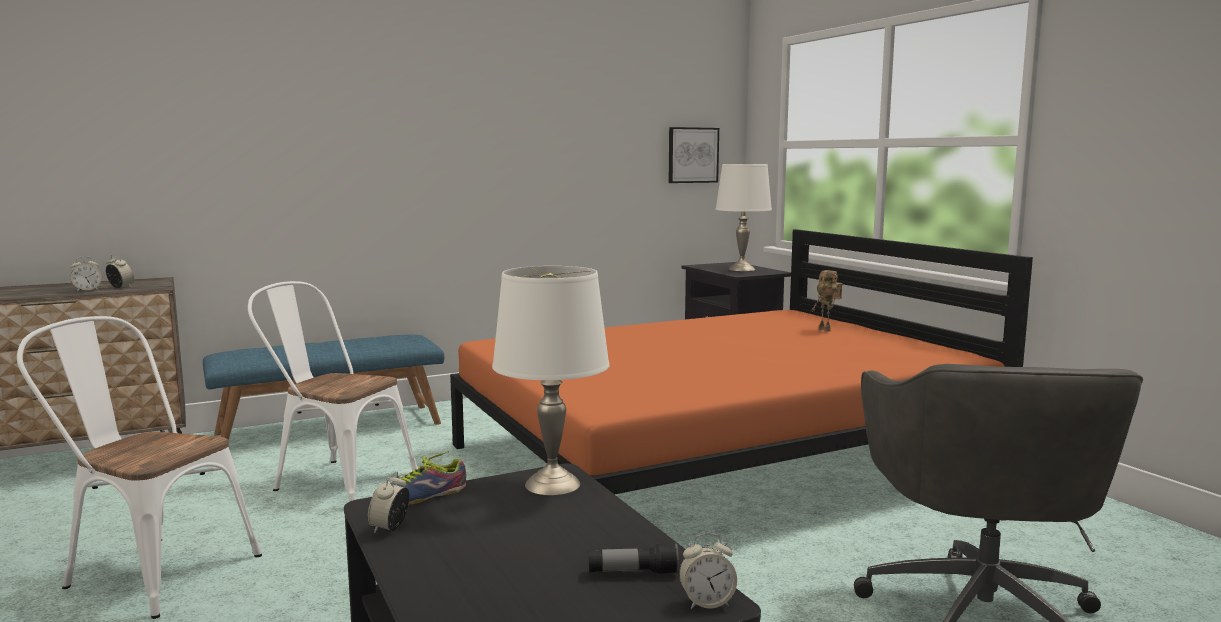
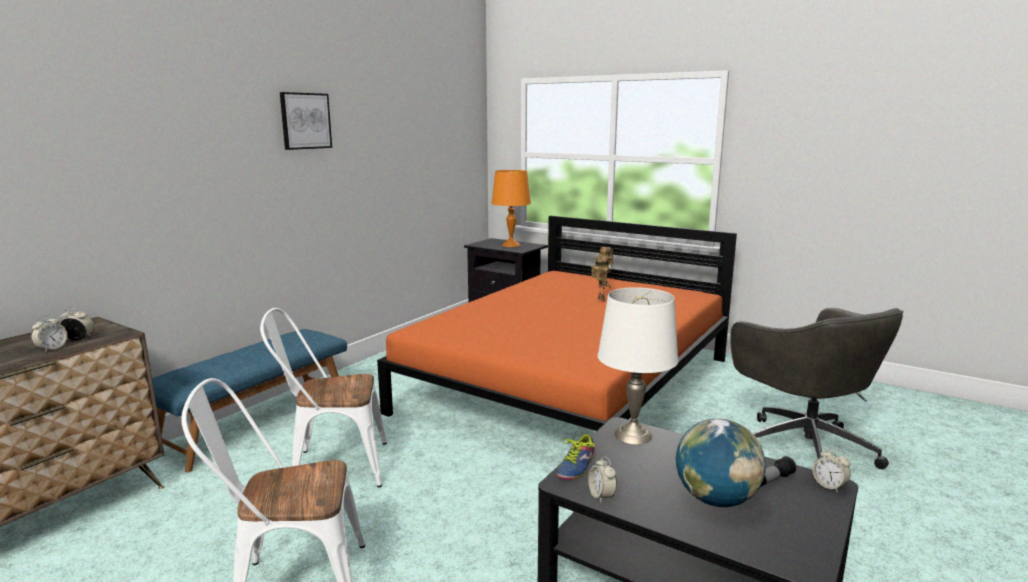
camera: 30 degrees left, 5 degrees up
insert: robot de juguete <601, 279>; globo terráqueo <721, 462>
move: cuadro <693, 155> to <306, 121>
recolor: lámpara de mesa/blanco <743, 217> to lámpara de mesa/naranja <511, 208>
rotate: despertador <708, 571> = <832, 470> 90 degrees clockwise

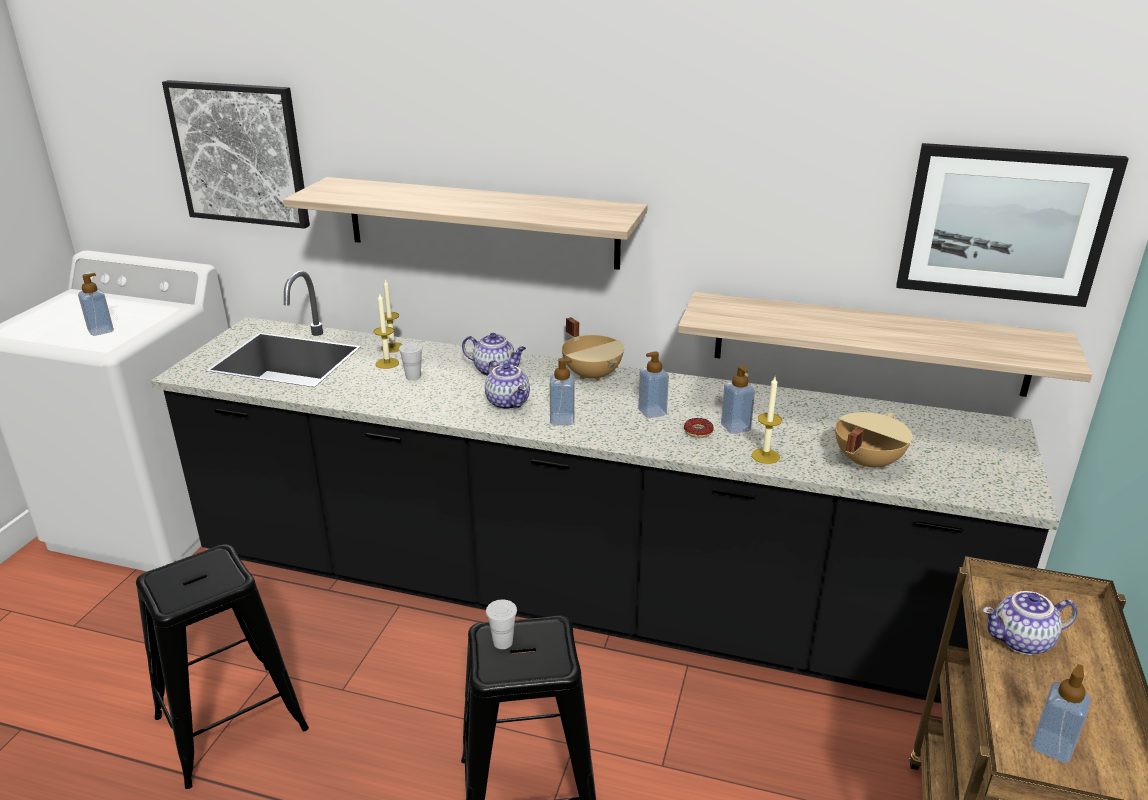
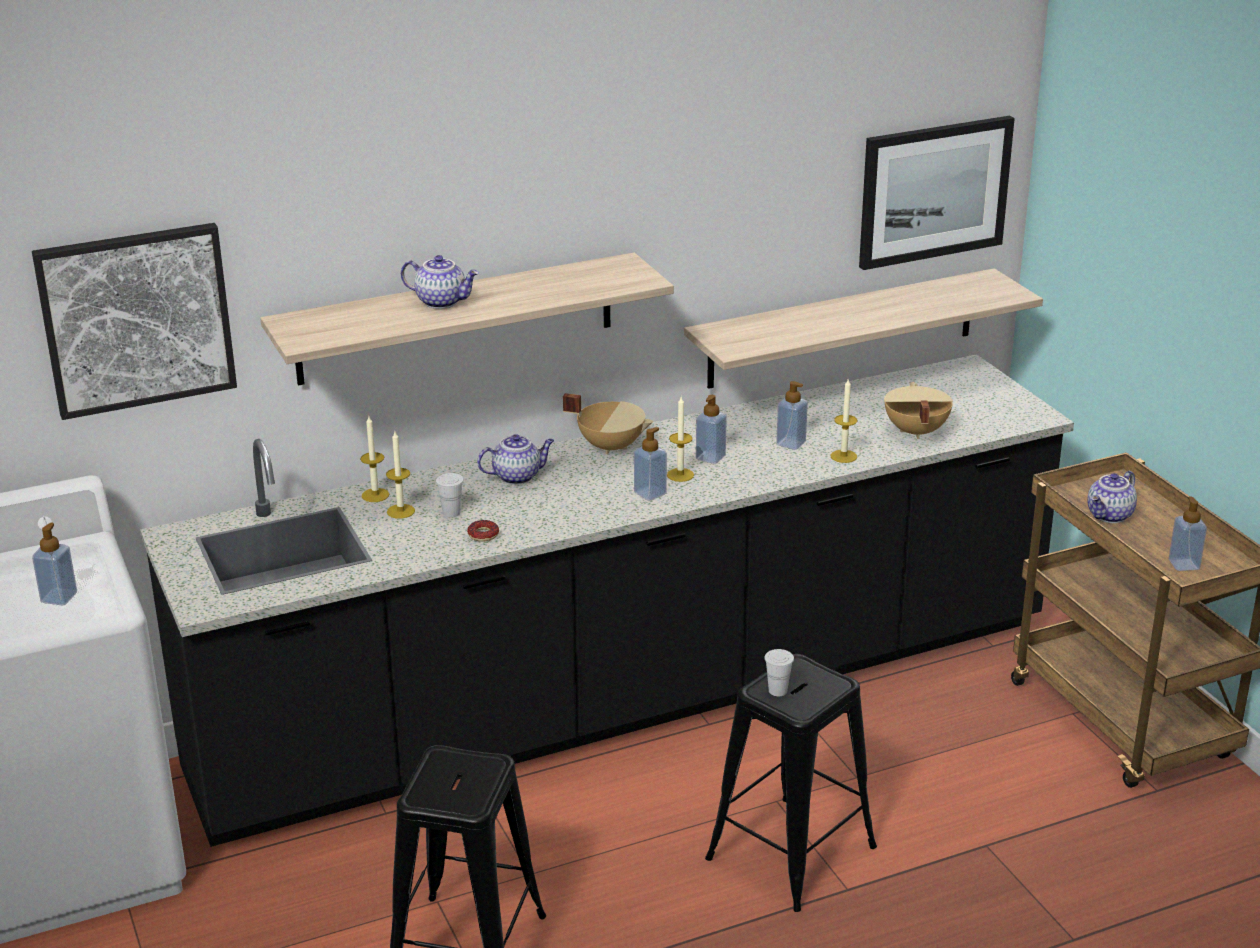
camera: 40 degrees left, 0 degrees up
insert: vela <680, 439>
move: tetera <507, 385> to <440, 282>; rosquilla <699, 428> to <483, 531>

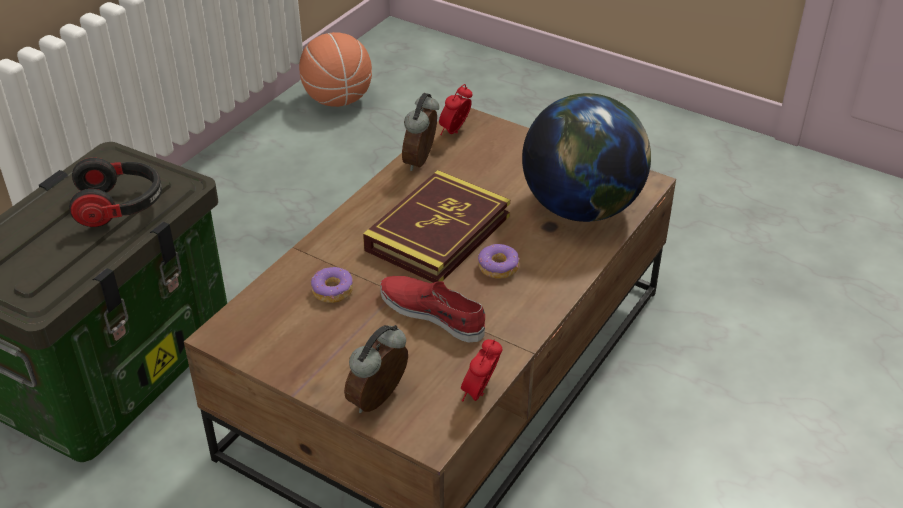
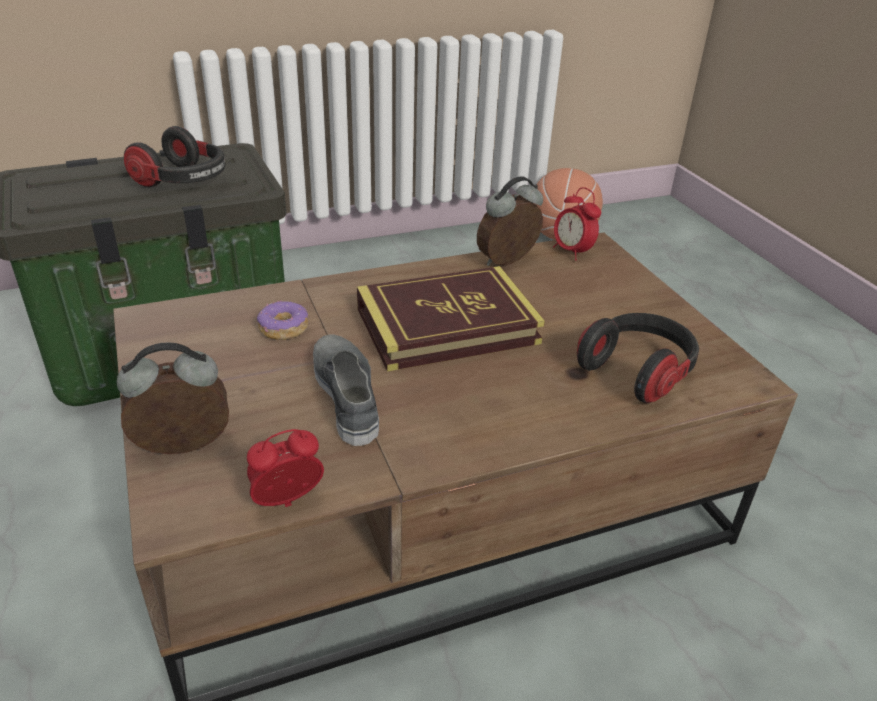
camera: 35 degrees right, 5 degrees down
delete: rosquilla <498, 261>
replace: globo terráqueo <586, 157> to auriculares <638, 358>
recolor: zapato/rojo <432, 309> to zapato/gris <346, 390>
rotate: despertador <455, 109> = <577, 224> 105 degrees counterclockwise

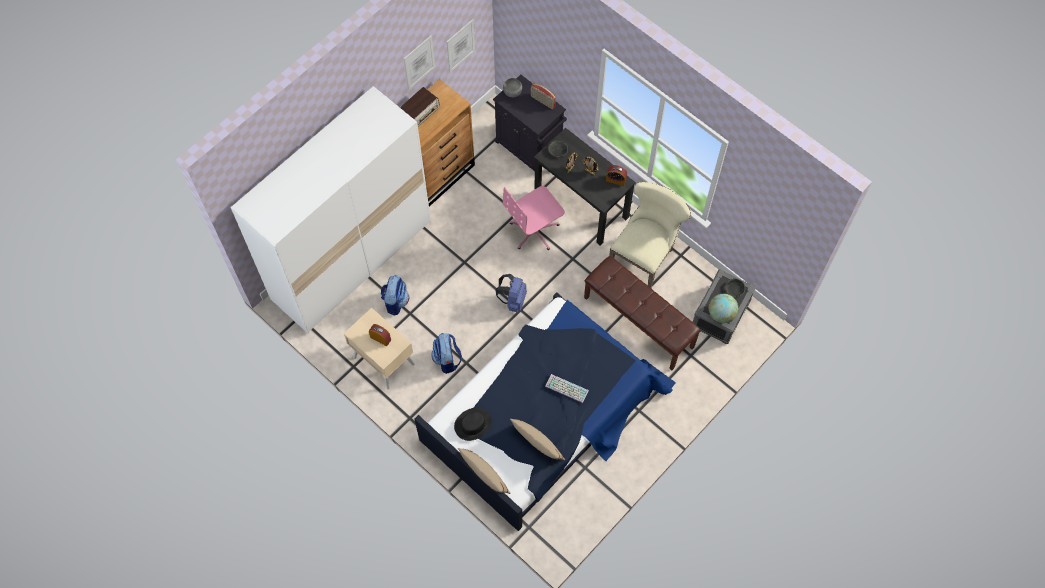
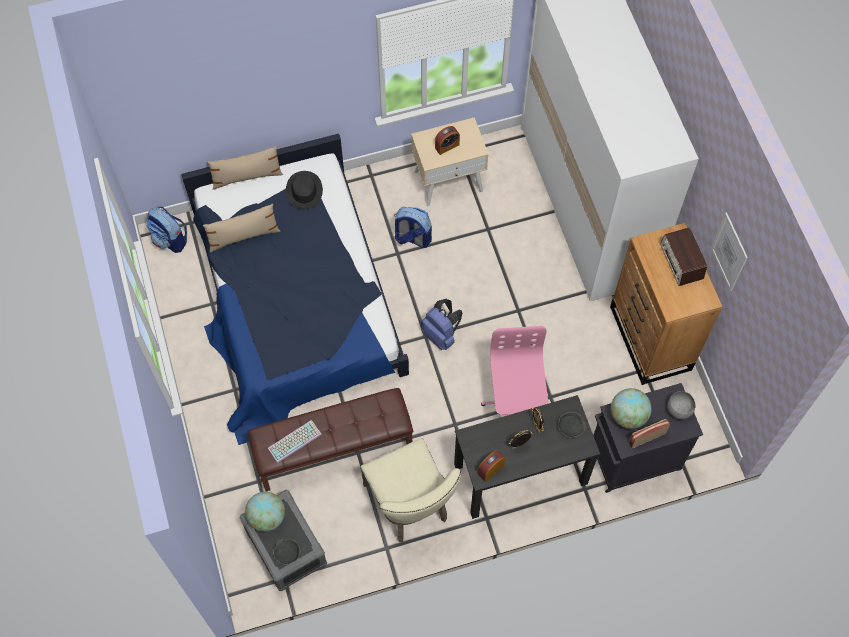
camera: 120 degrees right, 0 degrees up
delete: cuadro <461, 45>
insert: globo terráqueo <631, 408>
move: mochila <395, 295> to <167, 229>; teclado <567, 388> to <295, 441>

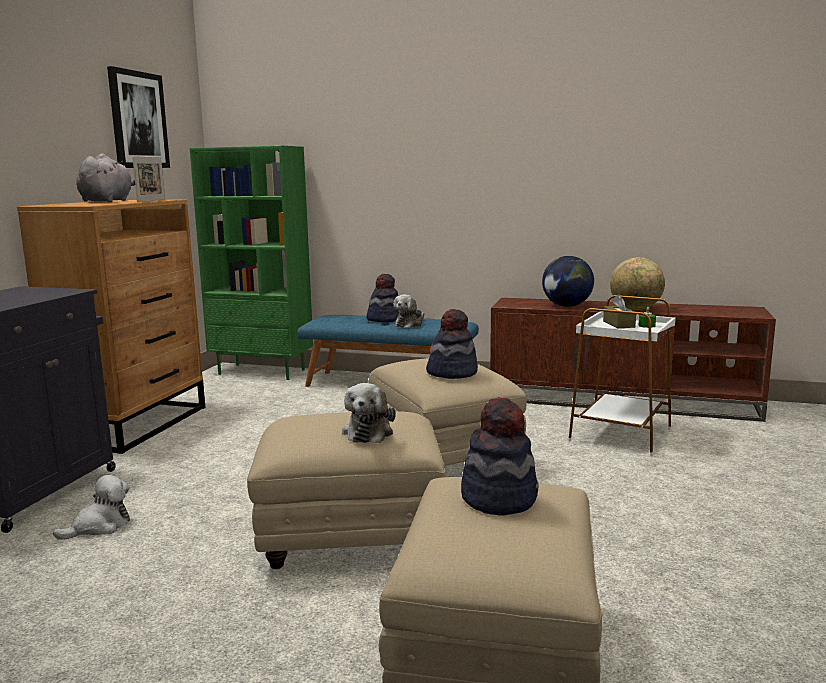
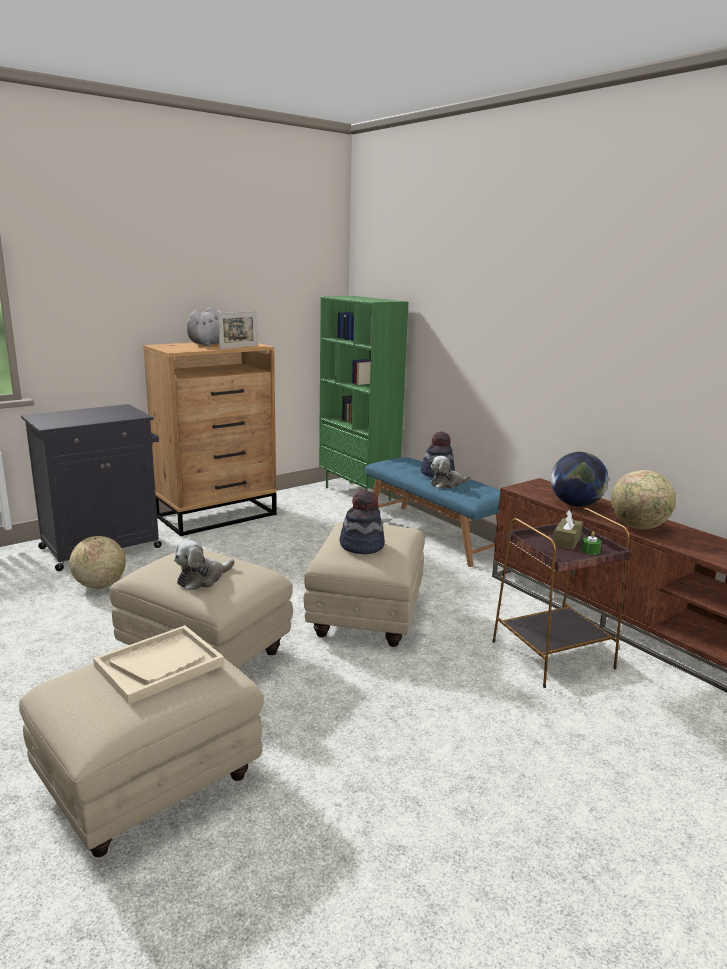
camera: 35 degrees right, 5 degrees up
delete: cuadro <138, 117>
replace: peluche <91, 507> to globo terráqueo <97, 562>; sombrero <499, 456> to bandeja/beis <158, 664>
recolor: mesa auxiliar/blanco <621, 375> to mesa auxiliar/marrón <561, 598>

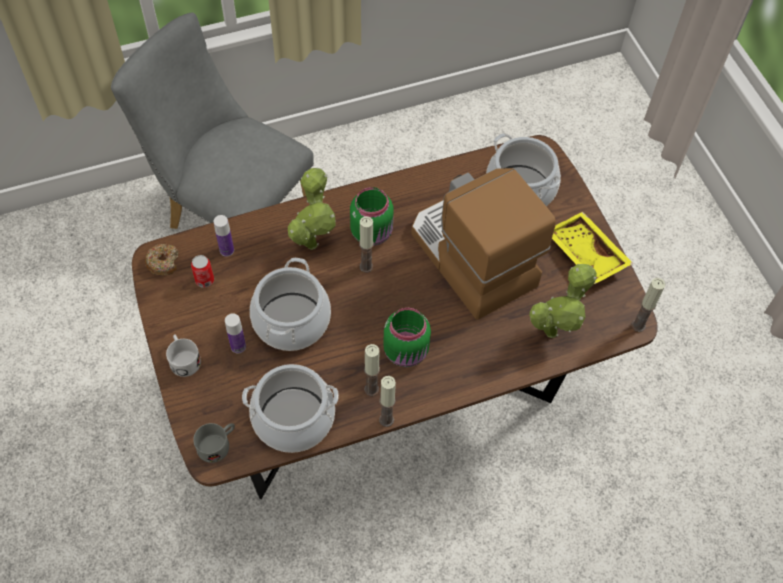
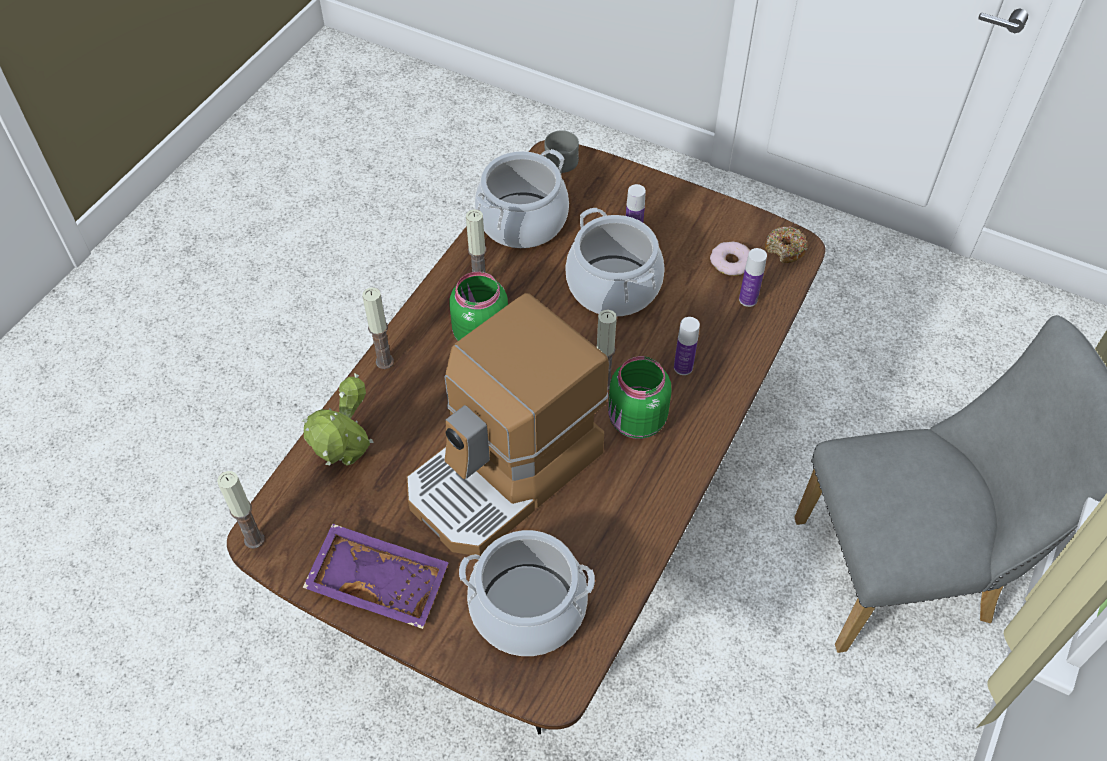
camera: 140 degrees right, 5 degrees down
delete: taza grande/blanco <183, 356>
move: vela <387, 401> to <378, 328>
replace: planta en maceta <312, 209> to botella <687, 346>; lata <202, 271> to rosquilla <730, 259>
recolor: bandeja/amarillo <593, 248> to bandeja/morado <376, 576>
rotate: cafetera <483, 244> = <508, 424> 120 degrees clockwise

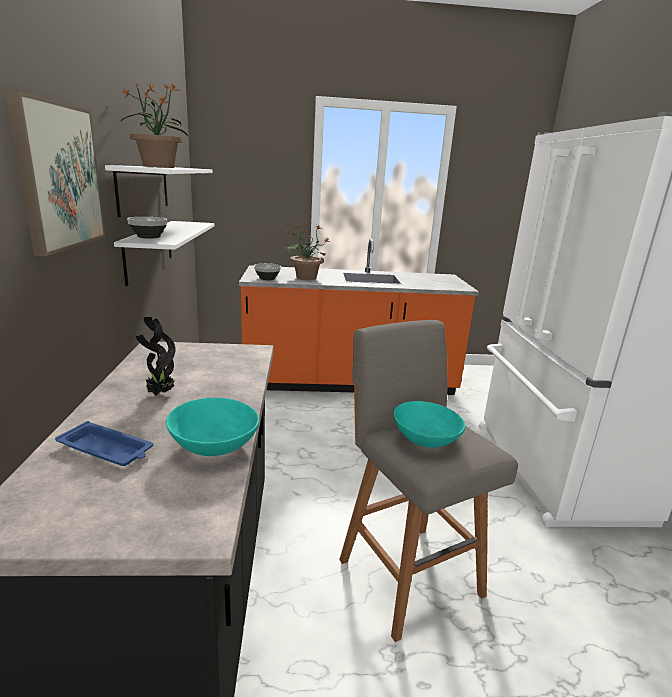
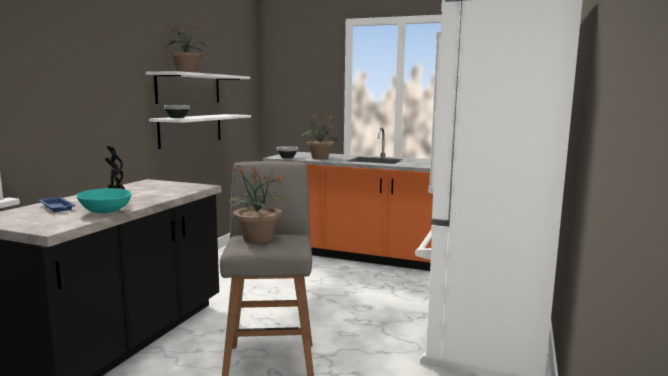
camera: 25 degrees right, 10 degrees down
delete: cuadro <55, 173>
replace: cuenco/turquesa <429, 424> to planta en maceta <258, 204>

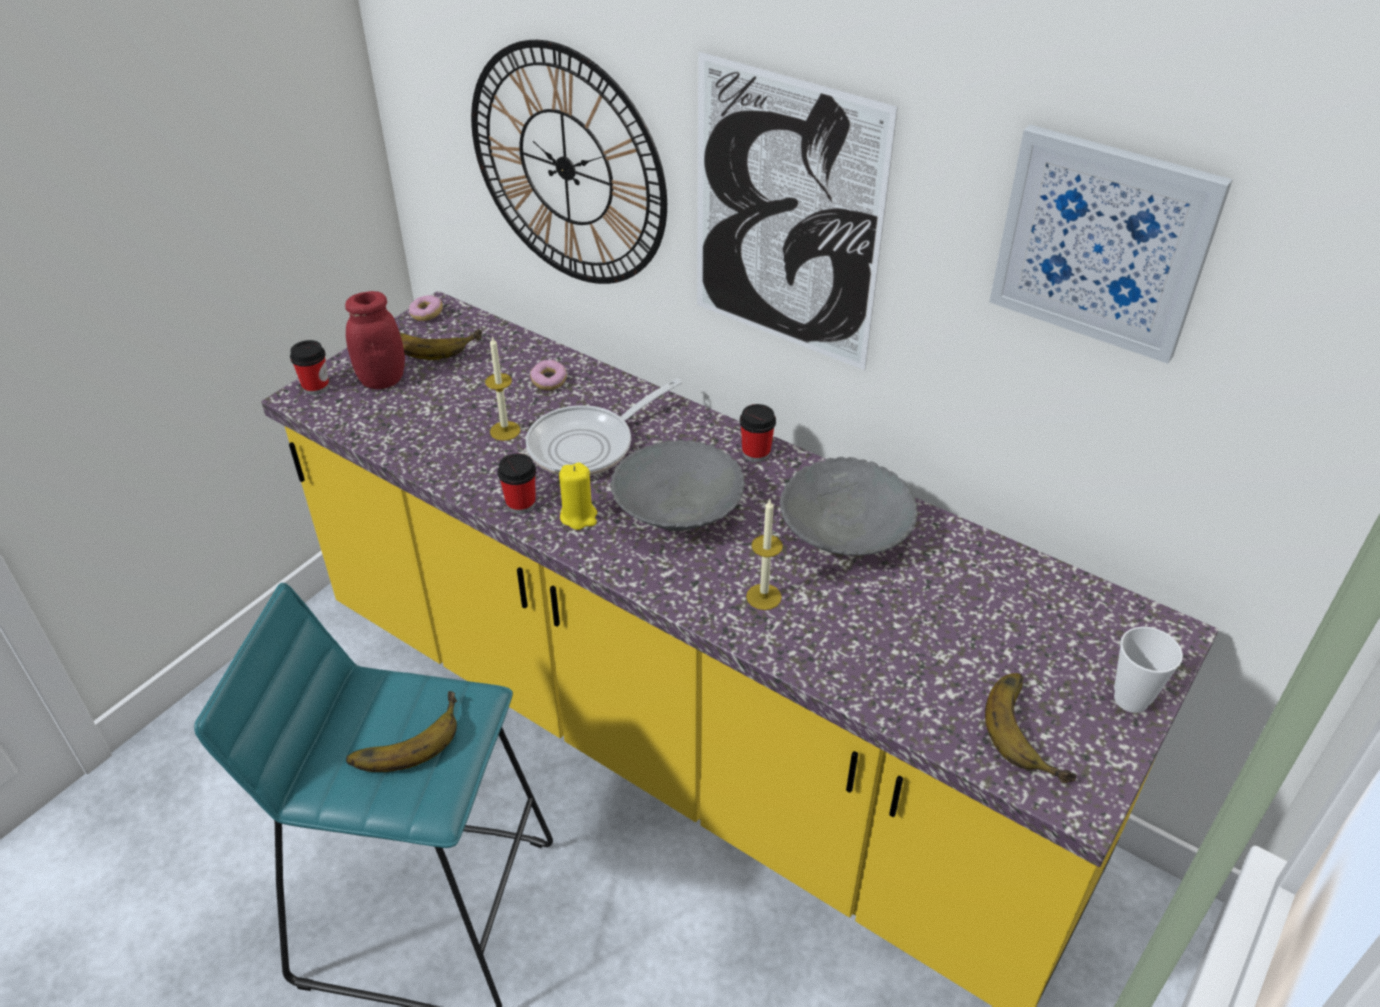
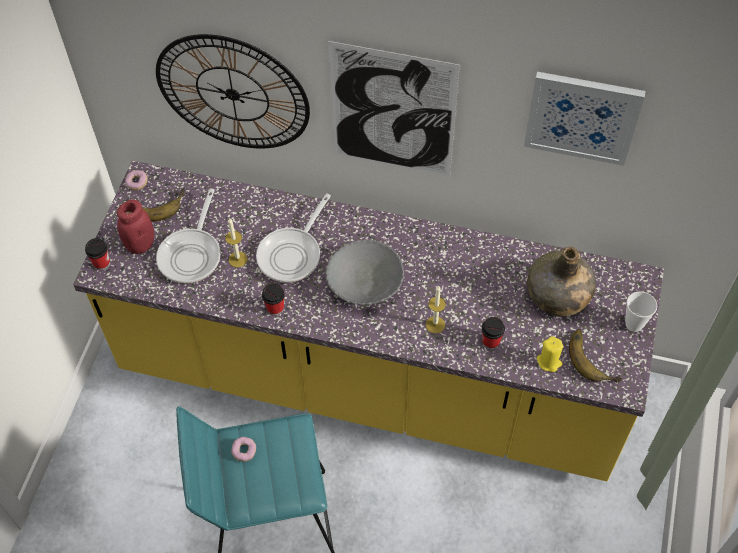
camera: 20 degrees left, 15 degrees up
delete: plátano <401, 731>; cuenco/gris <849, 506>
insert: sartén <188, 236>; botella/verde <561, 281>
move: rosquilla <548, 375> to <243, 449>; taza <758, 433> to <493, 333>; vela/amarillo <578, 496> to <550, 354>

